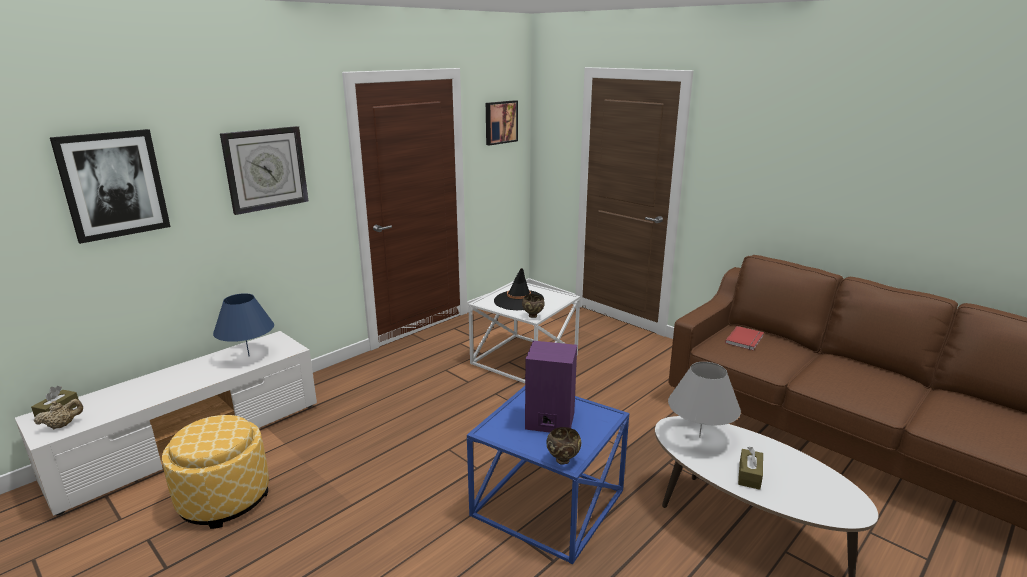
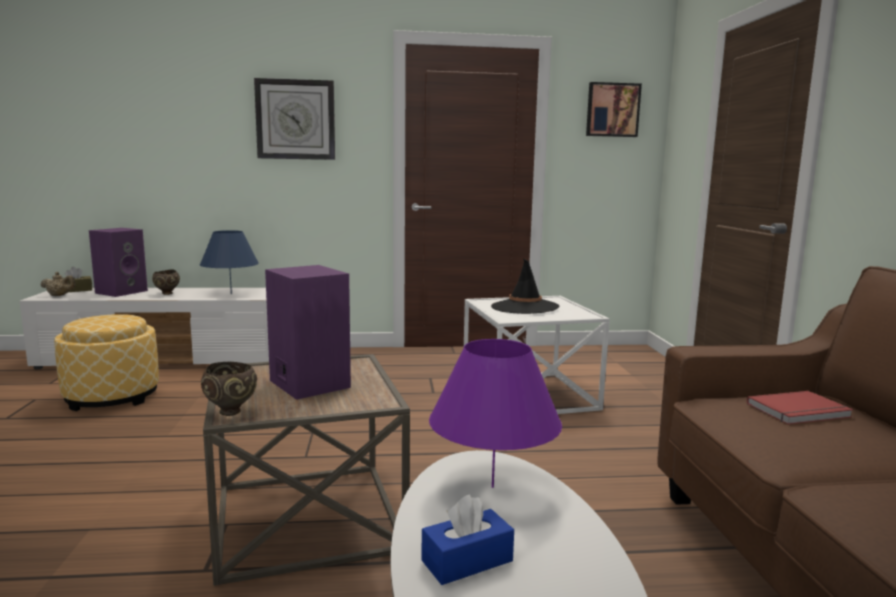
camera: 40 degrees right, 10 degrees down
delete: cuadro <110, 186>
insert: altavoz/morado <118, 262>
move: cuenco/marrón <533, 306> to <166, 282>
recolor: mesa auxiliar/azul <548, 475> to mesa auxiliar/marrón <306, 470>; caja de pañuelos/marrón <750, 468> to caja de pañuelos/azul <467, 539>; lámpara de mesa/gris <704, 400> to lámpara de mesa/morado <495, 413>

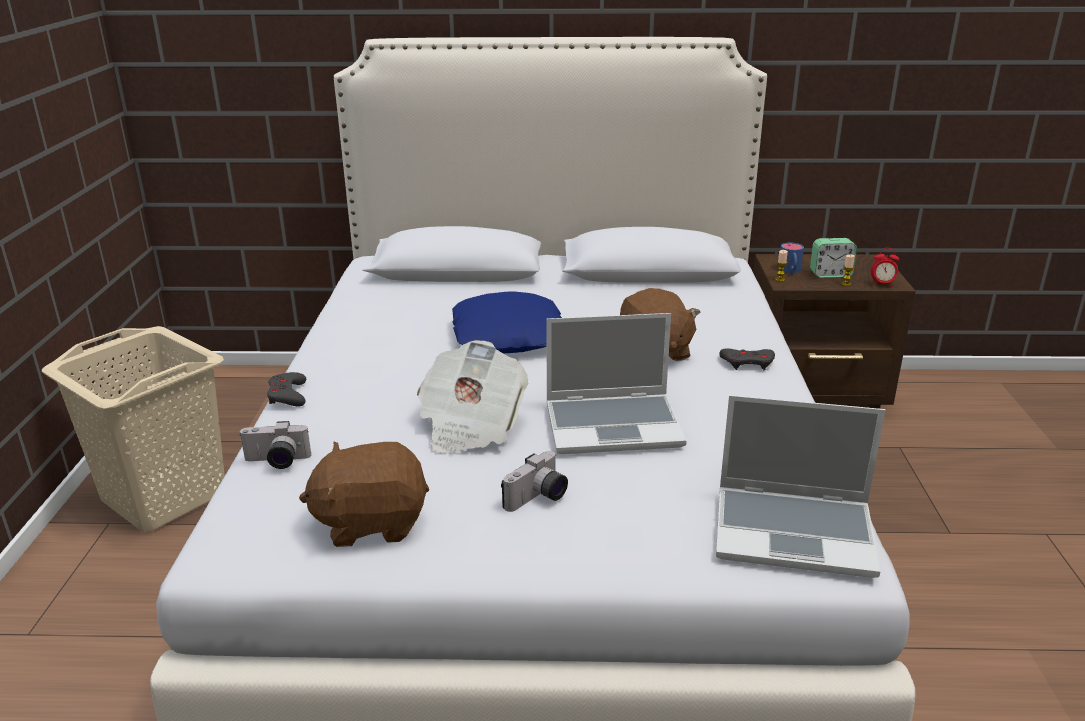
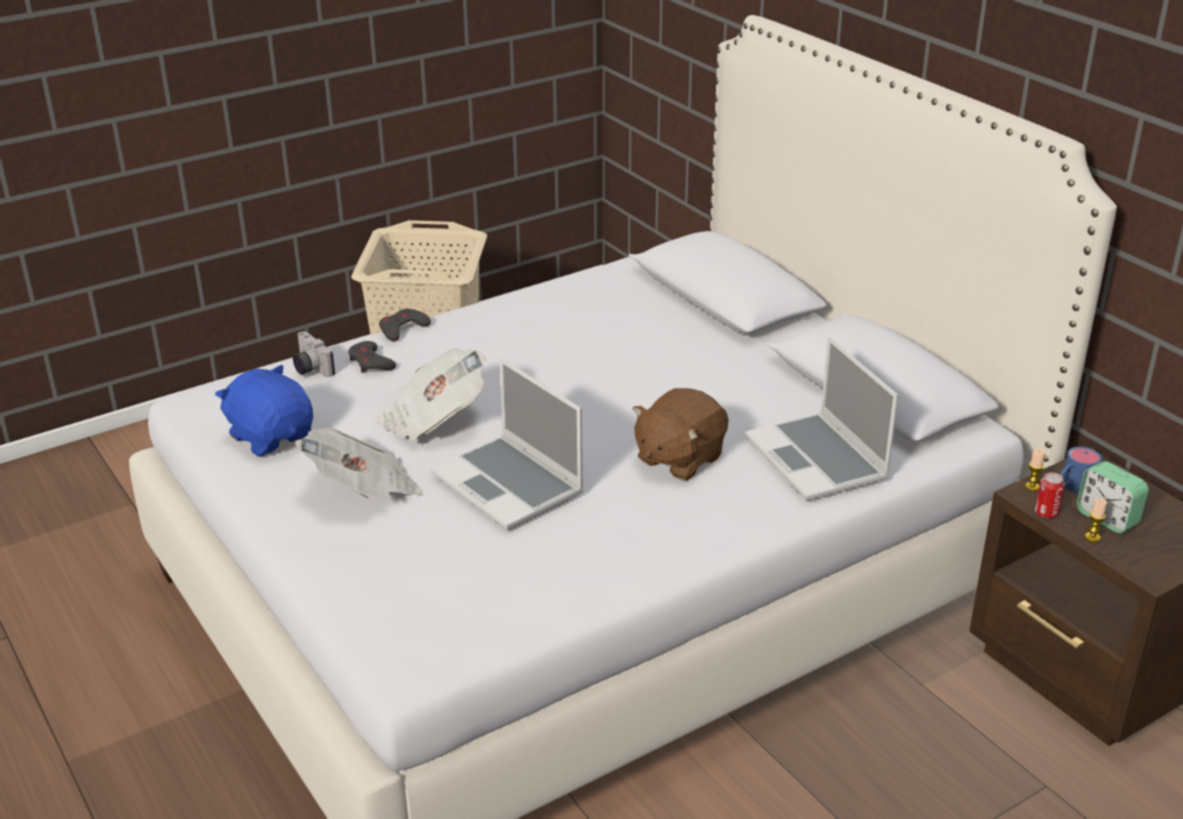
camera: 55 degrees right, 5 degrees up
delete: cojín/azul <507, 322>; despertador <885, 267>
insert: lata <1050, 495>
move: mando de consola/gris <747, 359> to <372, 357>; portátil <800, 486> to <821, 419>
replace: cámara <534, 481> to periódico <359, 463>
recolor: peluche/marrón <364, 494> to peluche/azul <264, 411>

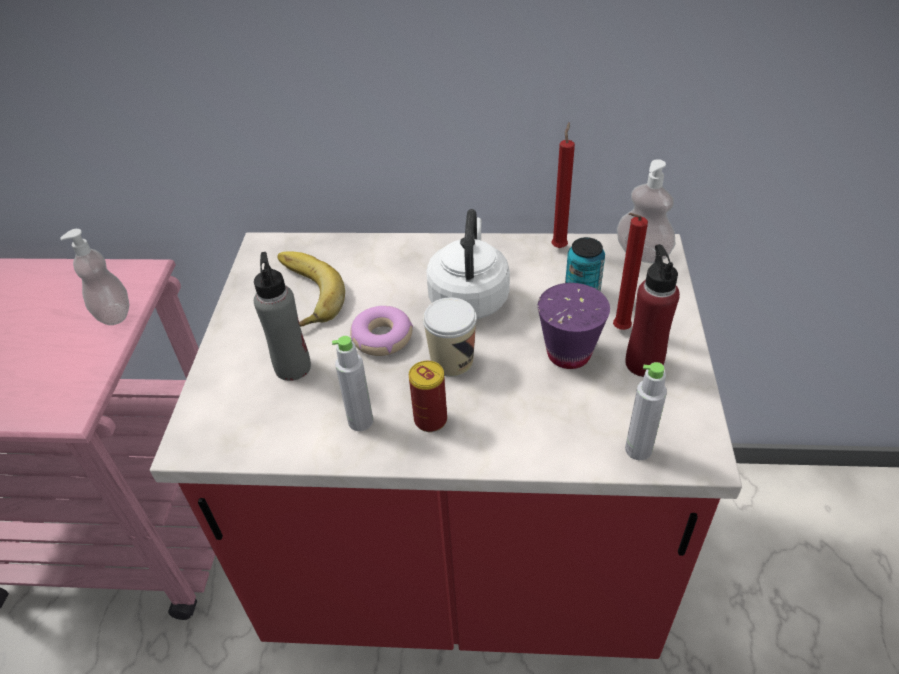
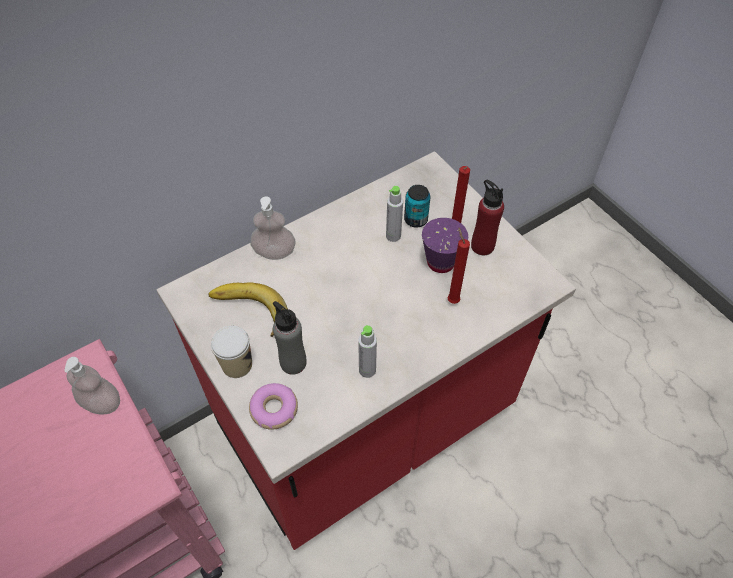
camera: 40 degrees left, 10 degrees up
delete: lata <428, 396>; hervidor/blanco <468, 264>
move: taza <450, 337> to <231, 352>; rosquilla <381, 331> to <273, 406>; dispensador de jabón <646, 211> to <273, 228>; botella/gris <646, 411> to <394, 214>; vela/rojo <563, 185> to <458, 266>

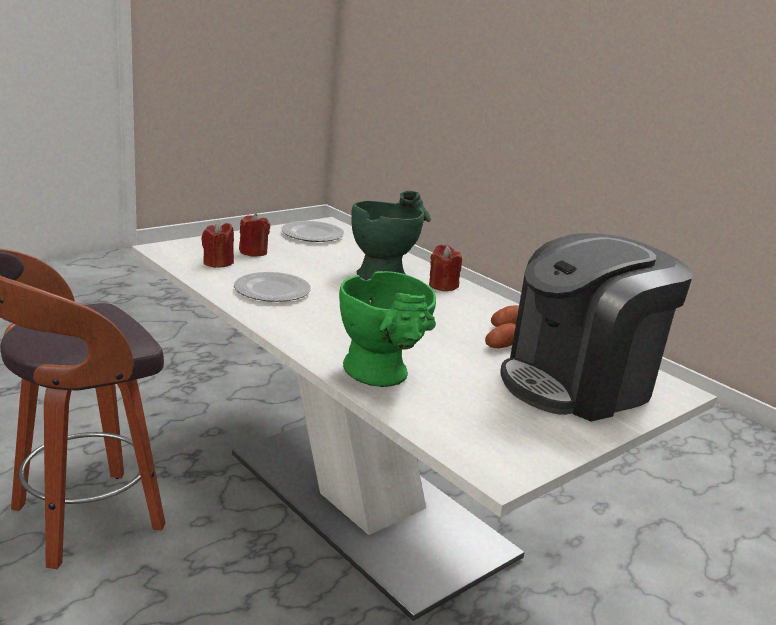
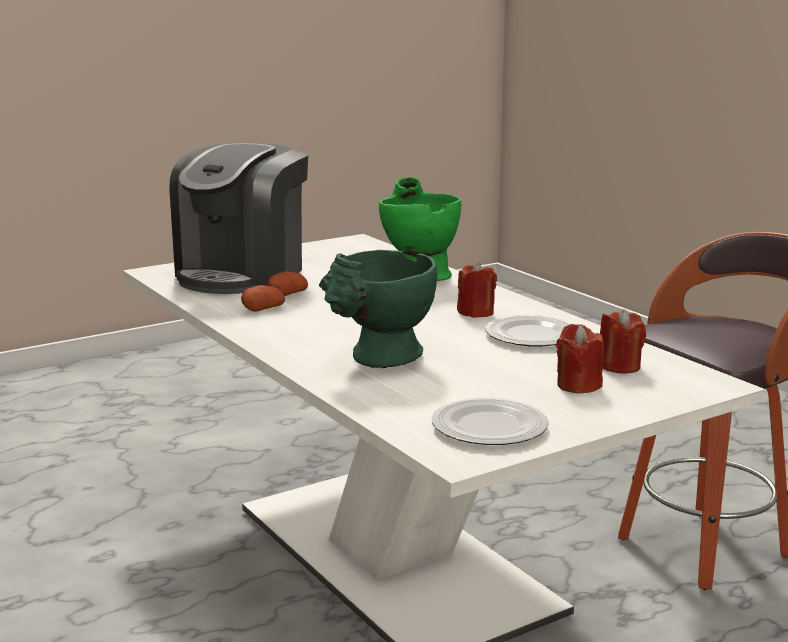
camera: 170 degrees left, 5 degrees down
move: vela/rojo <445, 267> to <477, 289>
rotate: cafetera <597, 327> = <238, 218> 135 degrees clockwise

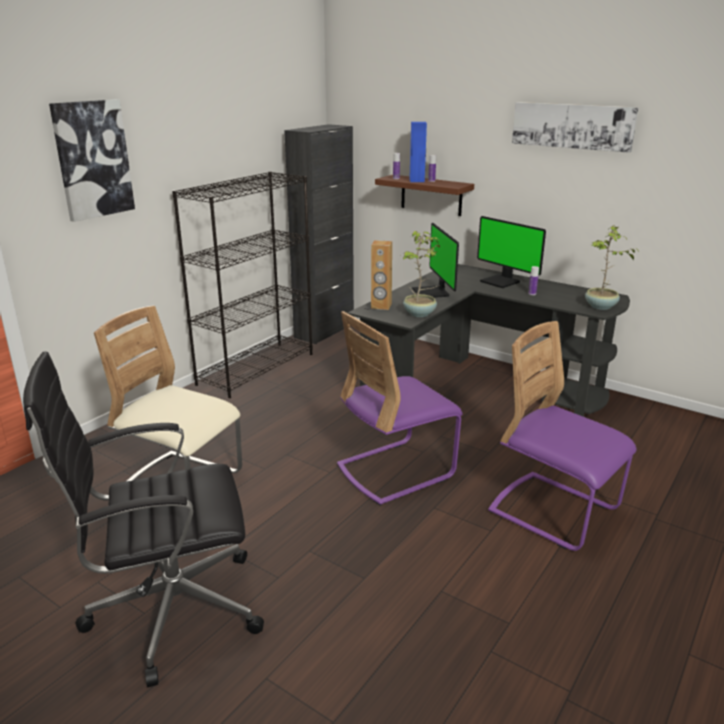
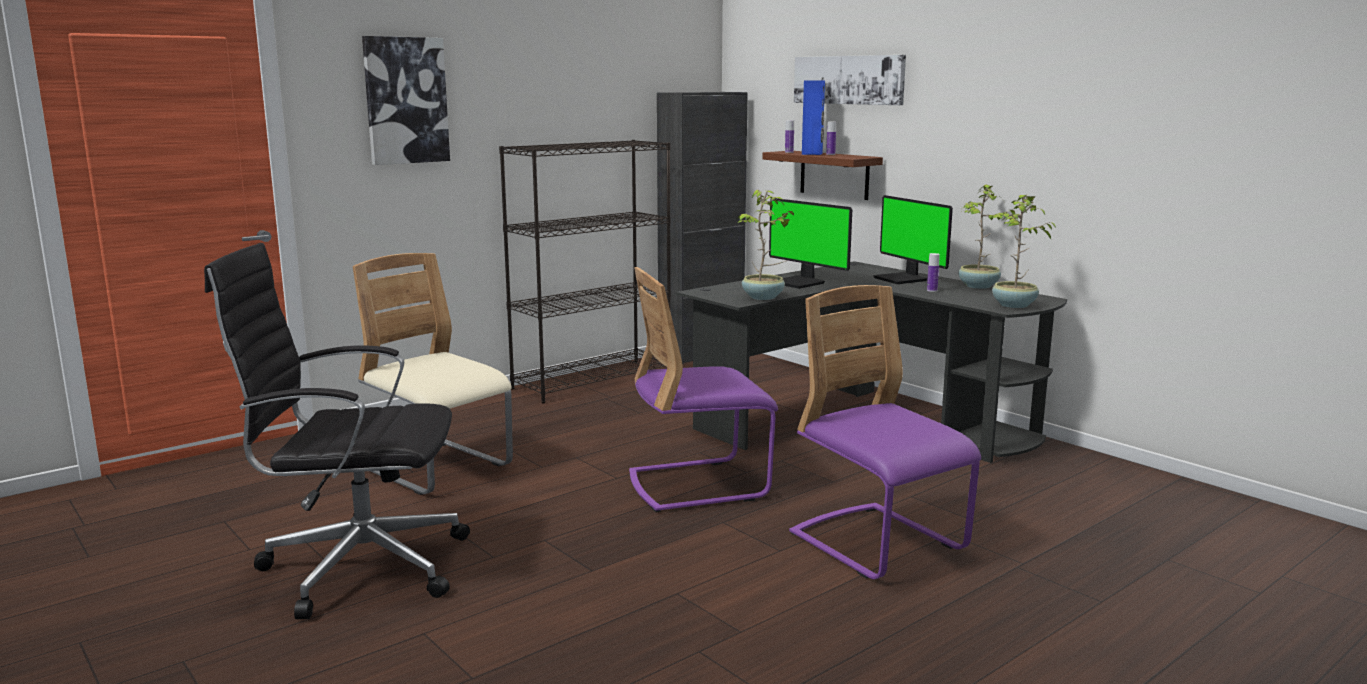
camera: 15 degrees right, 10 degrees down
delete: altavoz/marrón <381, 275>
insert: planta en maceta <989, 236>
move: cuadro <575, 127> to <850, 80>
rotate: monitor <435, 260> = <810, 243> 45 degrees counterclockwise

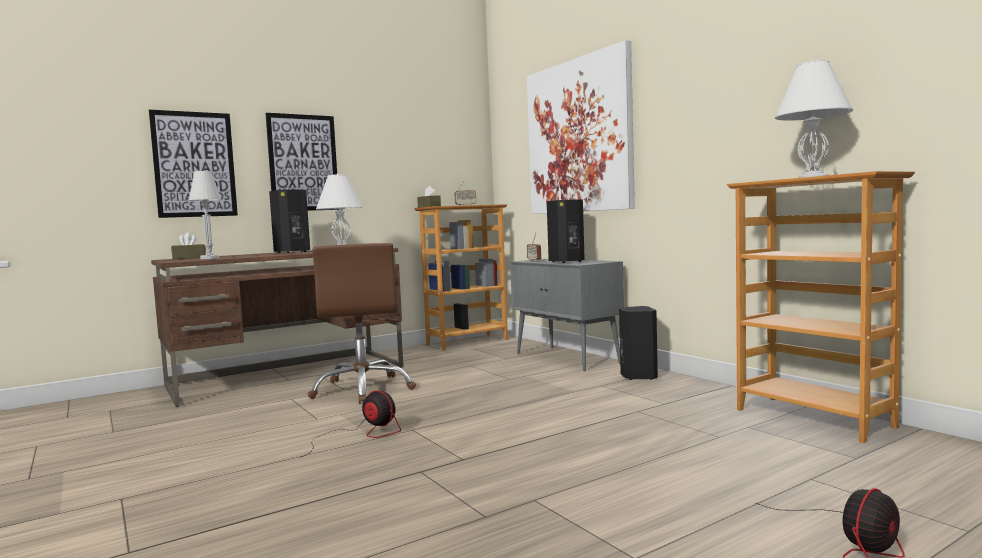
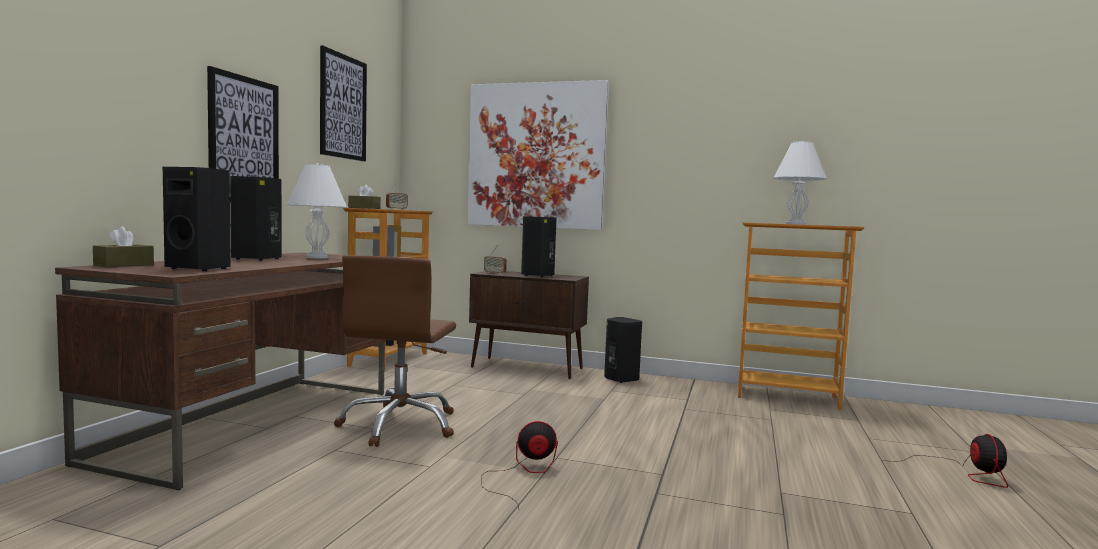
camera: 40 degrees left, 0 degrees up
move: cuadro <193, 164> to <343, 103>
replace: lámpara de mesa/blanco <205, 215> to altavoz/negro <197, 219>
recolor: armario/gris <567, 314> to armario/marrón <529, 325>
rotate: silla de oficina/marrón <361, 323> = <395, 351> 60 degrees clockwise

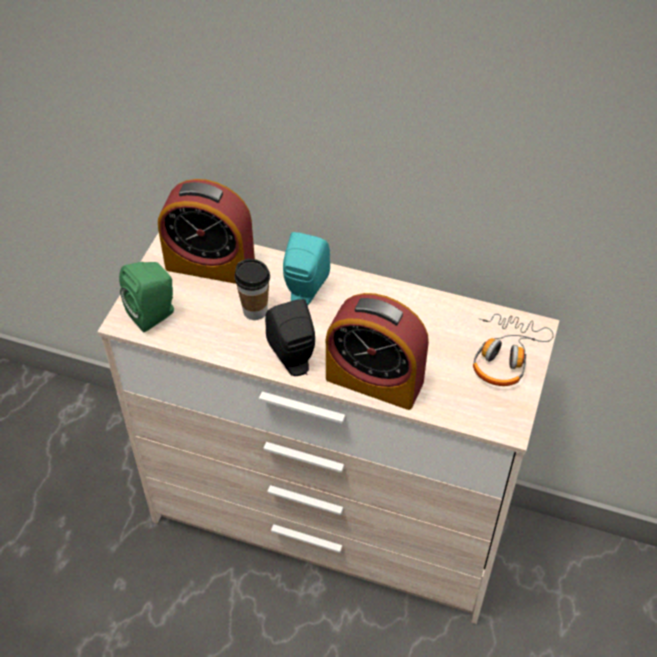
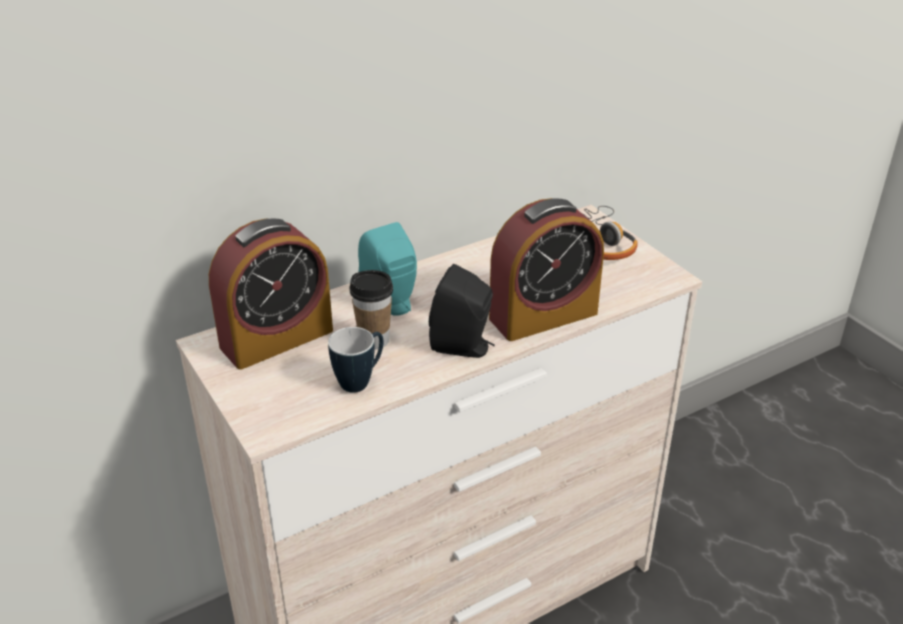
camera: 50 degrees left, 15 degrees down
delete: altavoz/verde <146, 297>
insert: taza grande <356, 360>

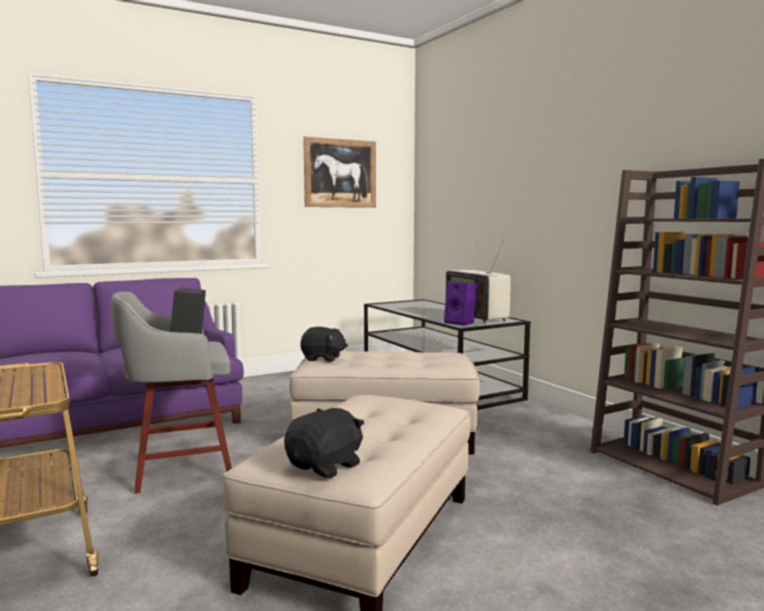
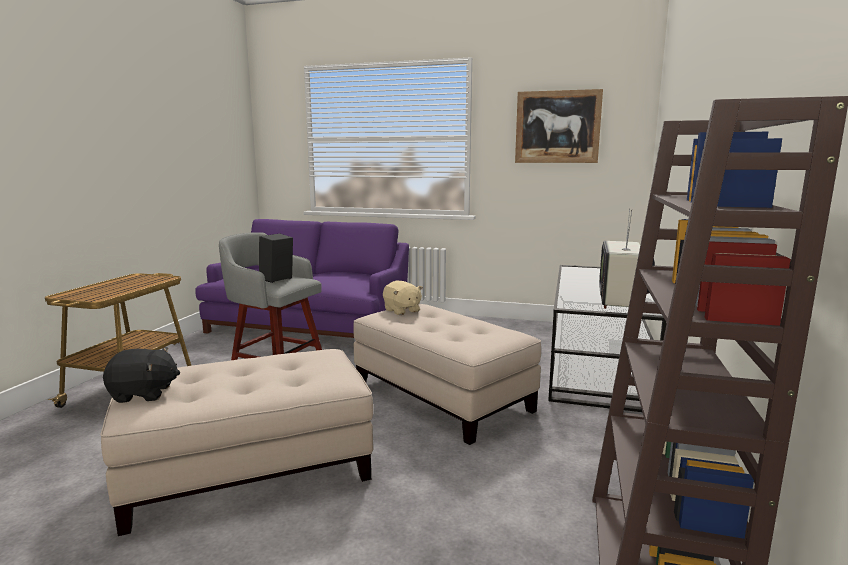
camera: 45 degrees right, 5 degrees up
delete: altavoz/morado <460, 303>
recolor: peluche/negro <324, 344> to peluche/beis <403, 298>

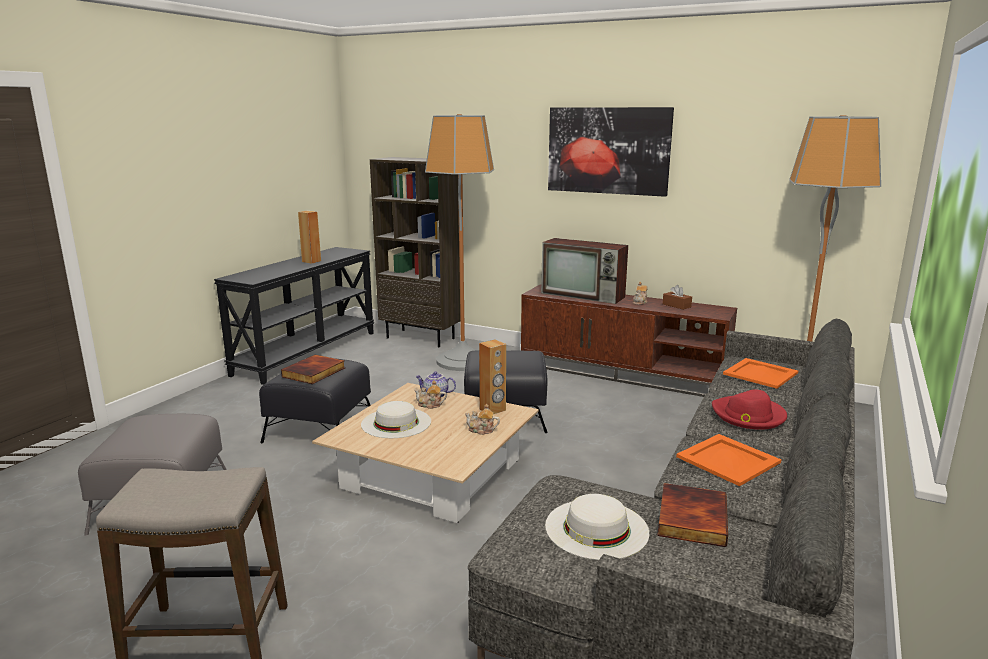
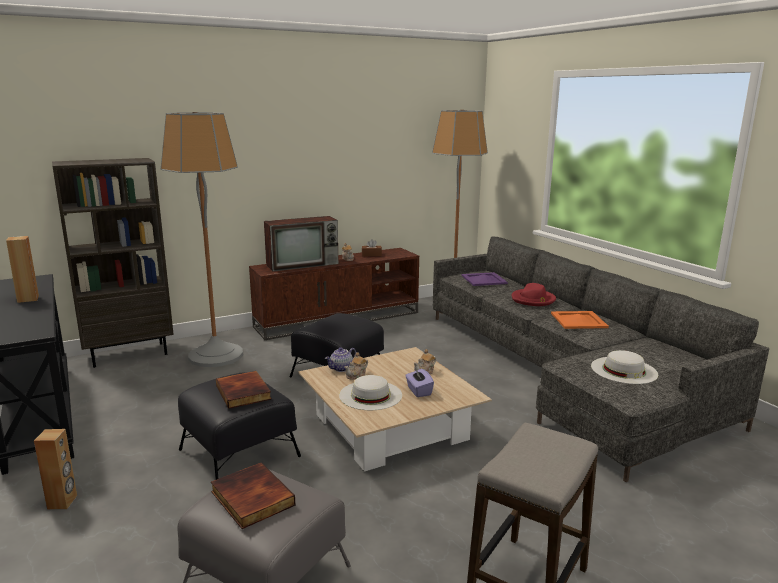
camera: 55 degrees left, 0 degrees up
delete: cuadro <611, 152>
insert: caja de pañuelos/morado <419, 382>
move: altavoz/marrón <492, 377> to <55, 469>; libro <692, 515> to <253, 495>
recolor: bandeja/naranja <760, 373> to bandeja/morado <485, 279>

